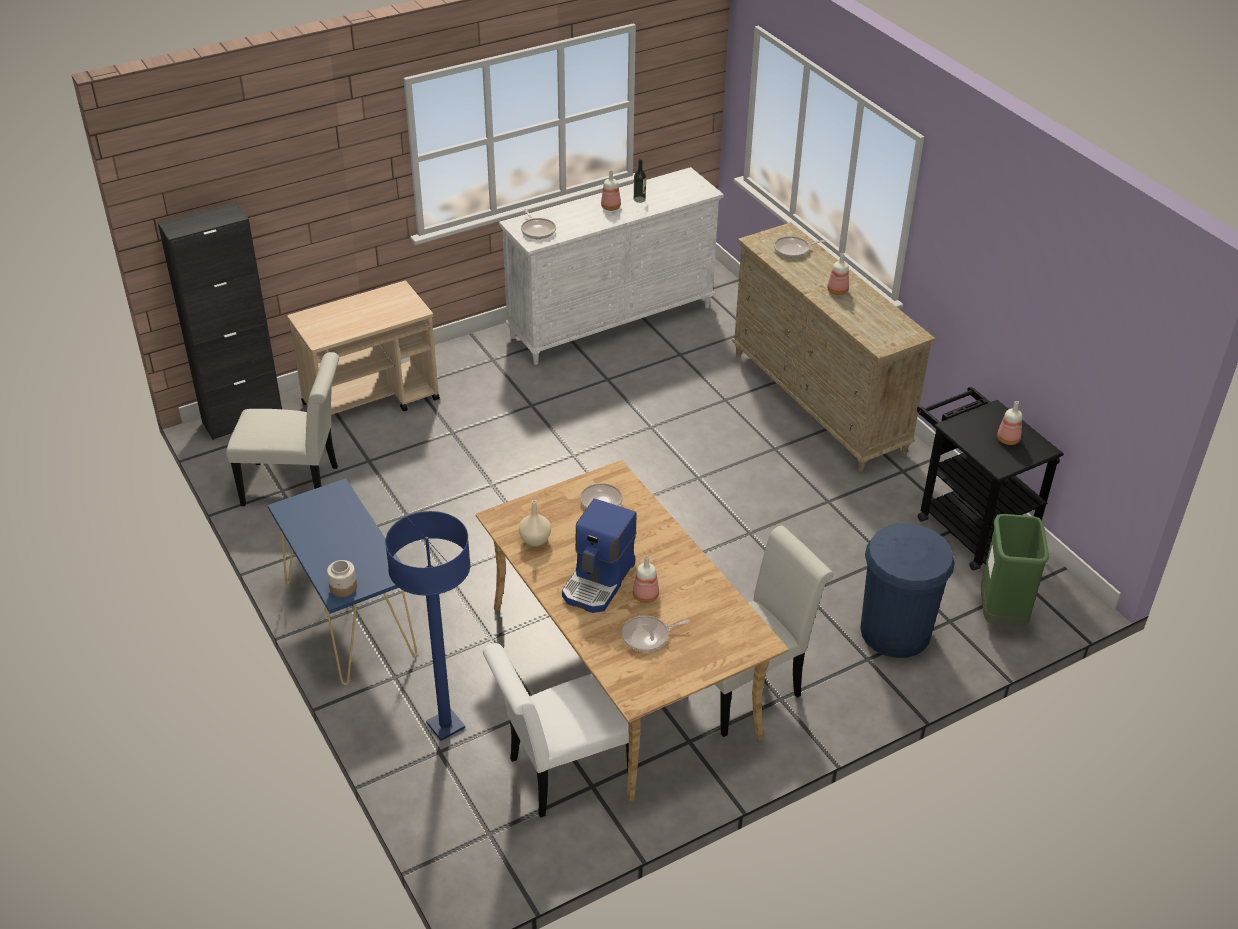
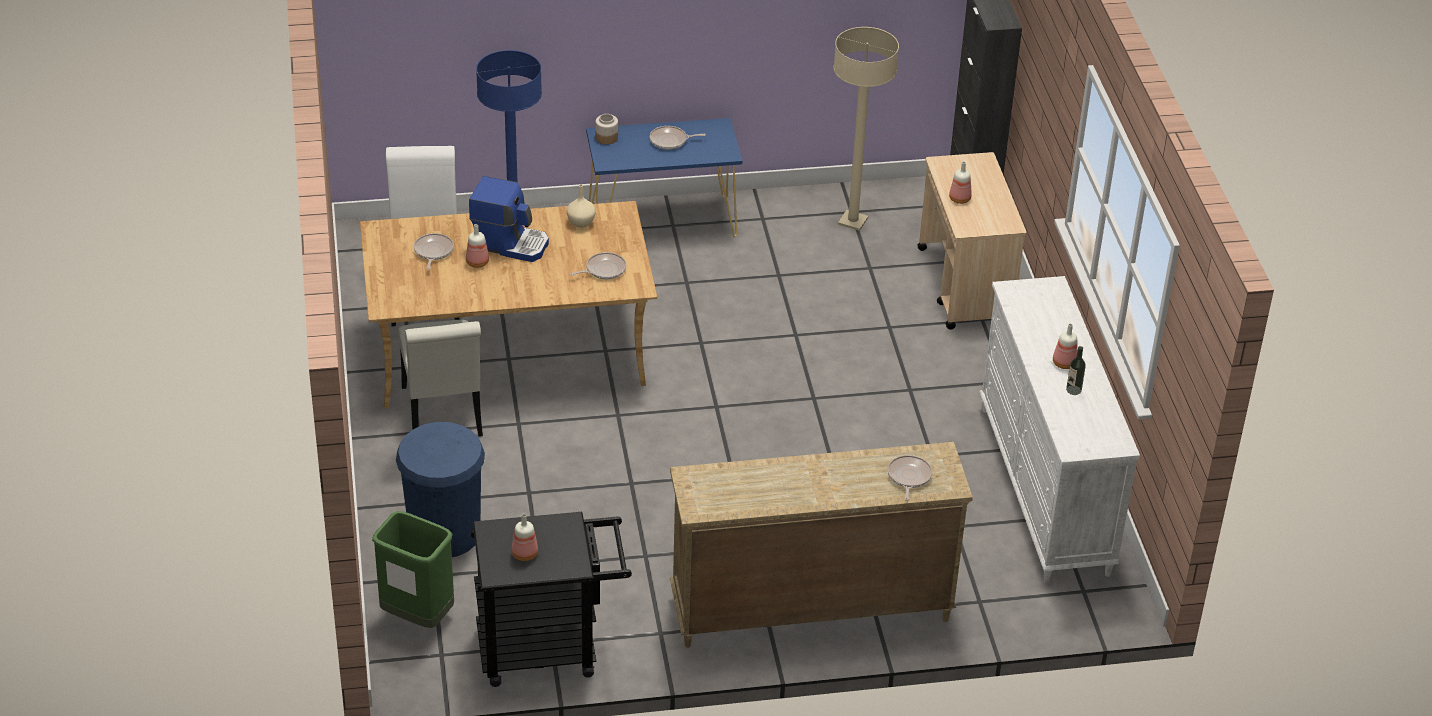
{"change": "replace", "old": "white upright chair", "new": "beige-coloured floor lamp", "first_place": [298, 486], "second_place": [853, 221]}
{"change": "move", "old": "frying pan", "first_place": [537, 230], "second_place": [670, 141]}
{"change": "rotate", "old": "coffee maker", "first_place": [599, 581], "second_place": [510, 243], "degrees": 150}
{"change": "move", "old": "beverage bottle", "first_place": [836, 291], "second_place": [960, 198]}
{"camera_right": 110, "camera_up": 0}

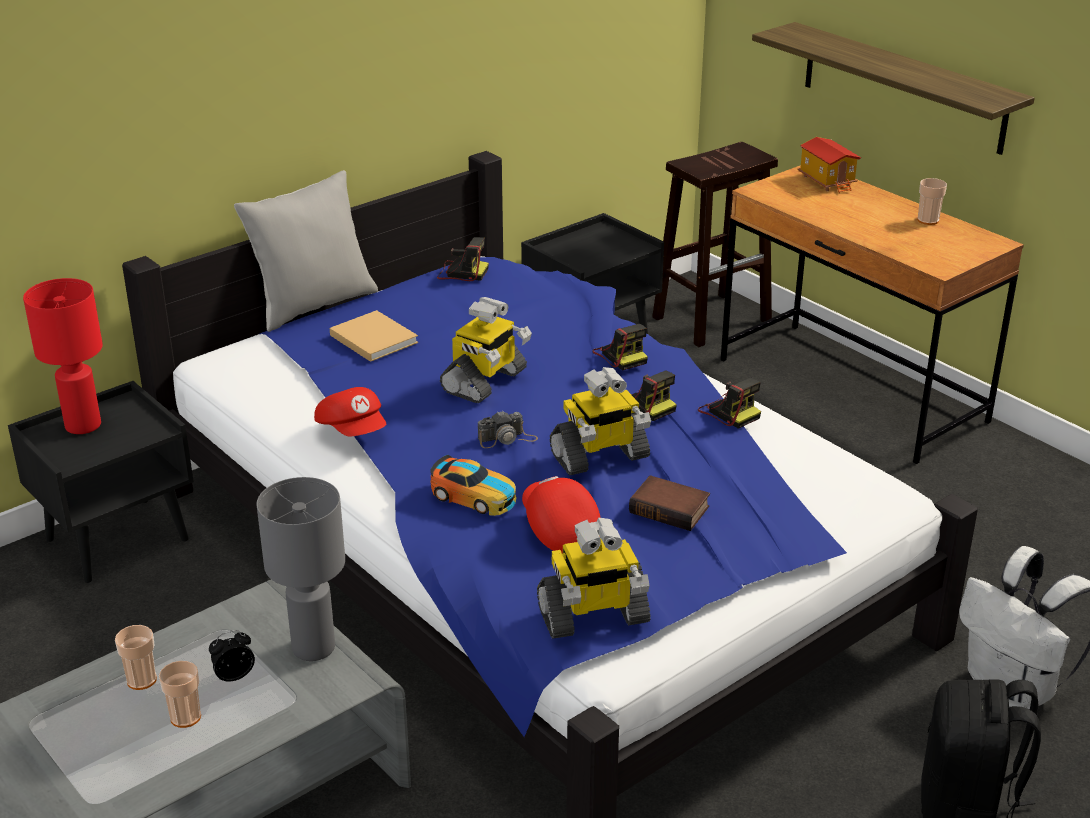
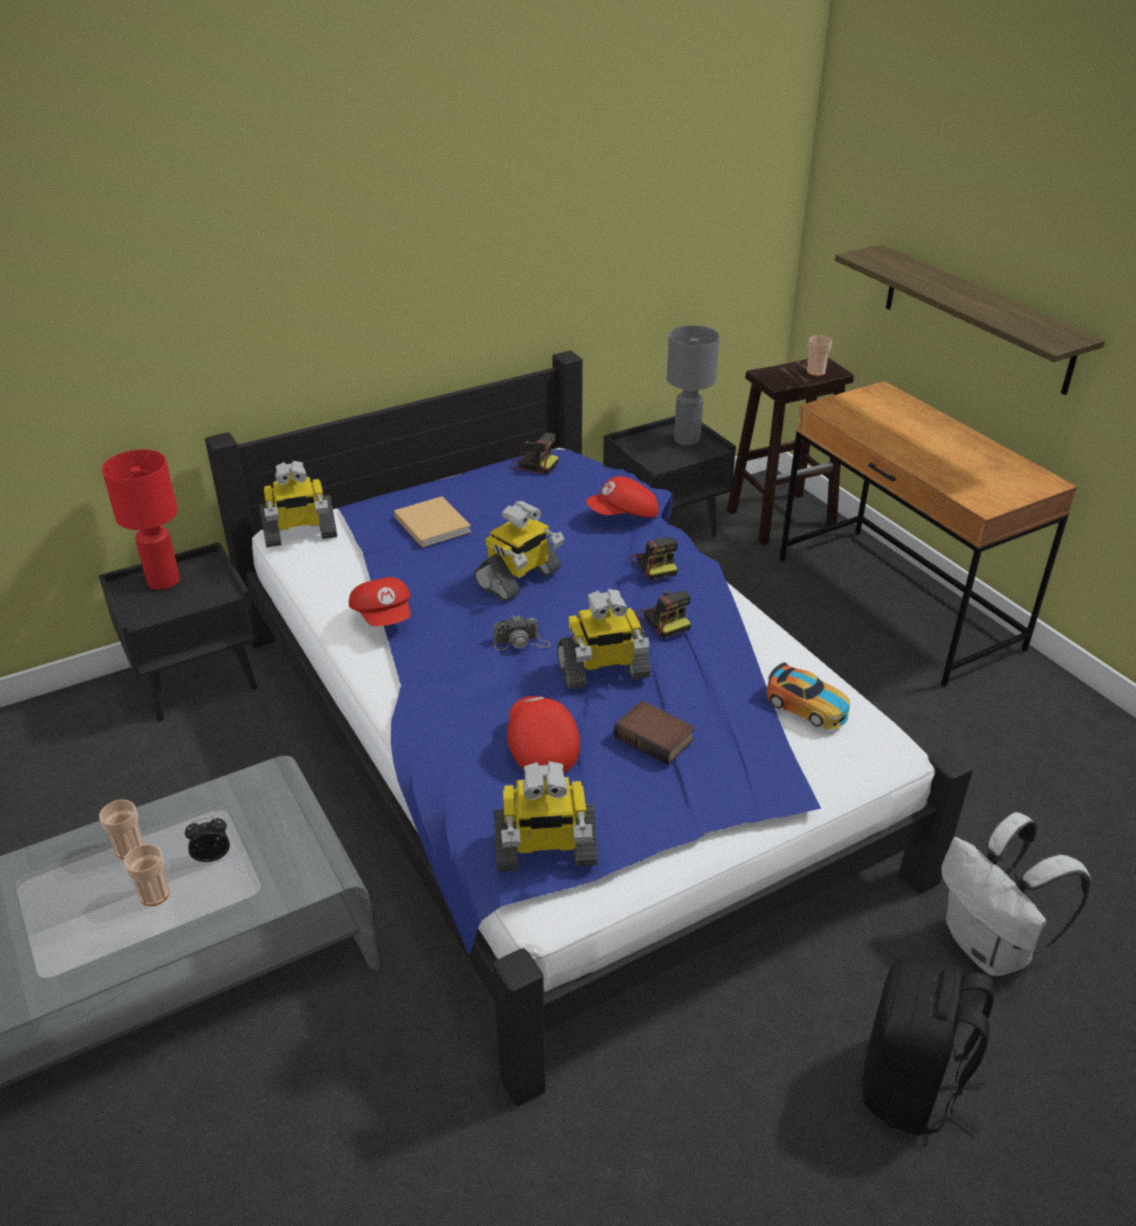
{"change": "delete", "old": "gray throw pillow", "first_place": [313, 305]}
{"change": "move", "old": "gray tabletop lamp", "first_place": [312, 648], "second_place": [686, 440]}
{"change": "move", "old": "model car", "first_place": [474, 496], "second_place": [807, 705]}
{"change": "delete", "old": "photo camera", "first_place": [729, 412]}
{"change": "delete", "old": "model house", "first_place": [827, 181]}
{"change": "move", "old": "small cup", "first_place": [928, 220], "second_place": [816, 372]}
{"change": "insert", "new": "toy robot", "second_place": [300, 534]}
{"change": "insert", "new": "red peaked cap", "second_place": [624, 515]}
{"camera_right": 10, "camera_up": 5}

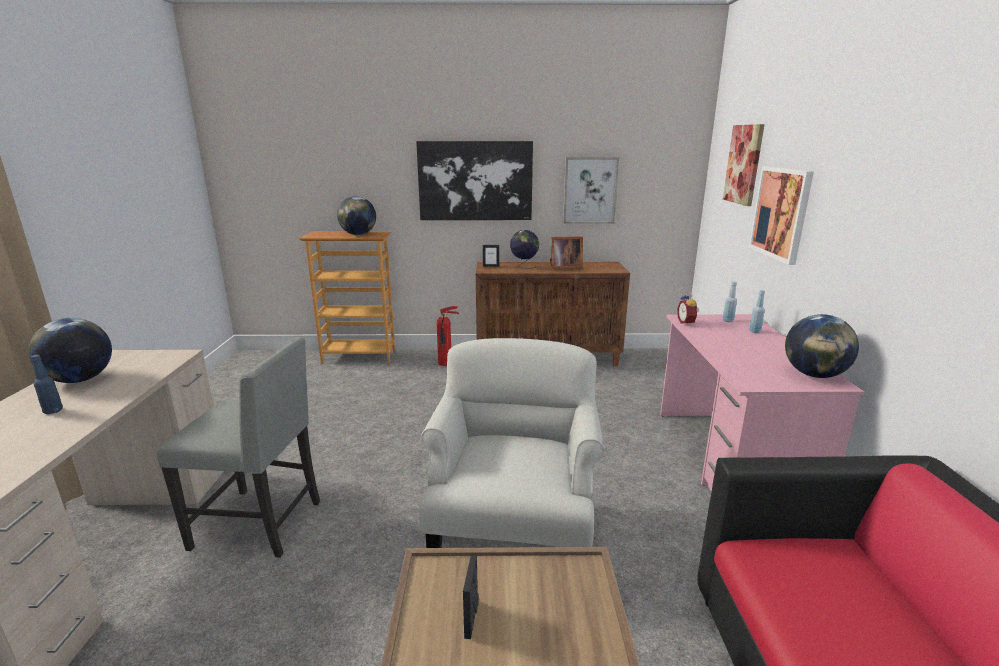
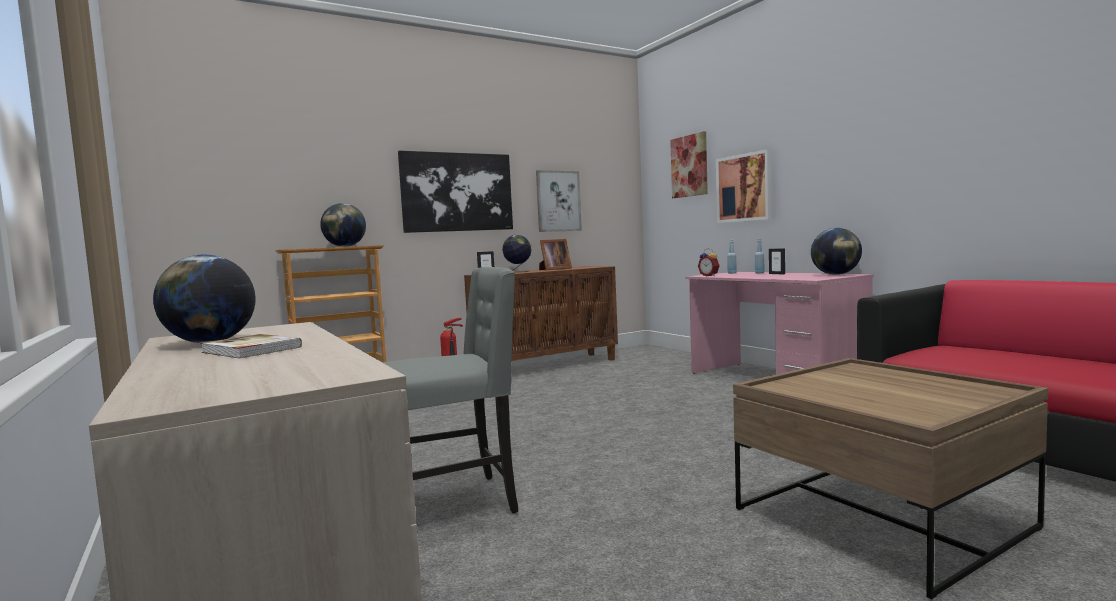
{"change": "replace", "old": "bluish beverage bottle", "new": "bound book", "first_place": [53, 411], "second_place": [250, 350]}
{"change": "delete", "old": "white armchair", "first_place": [513, 531]}
{"change": "move", "old": "picture frame", "first_place": [471, 619], "second_place": [777, 274]}
{"camera_right": -30, "camera_up": -15}

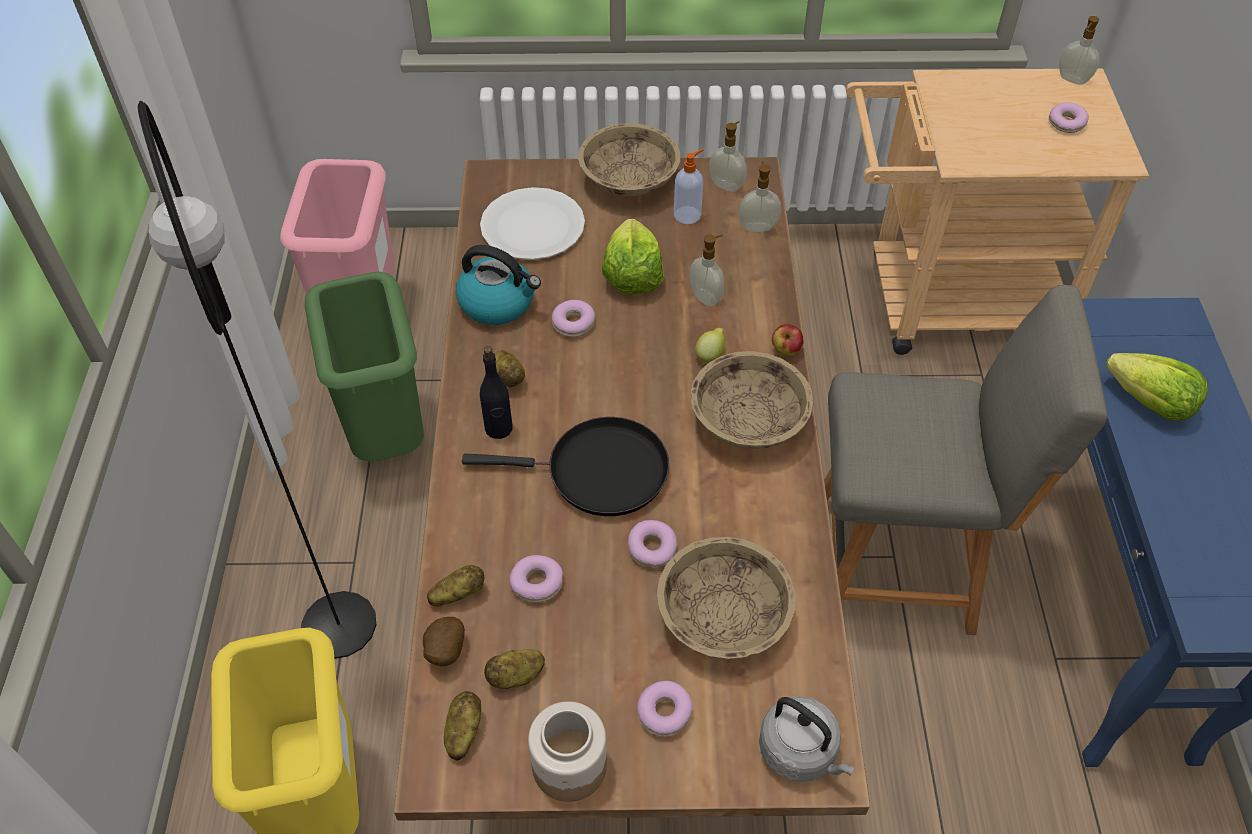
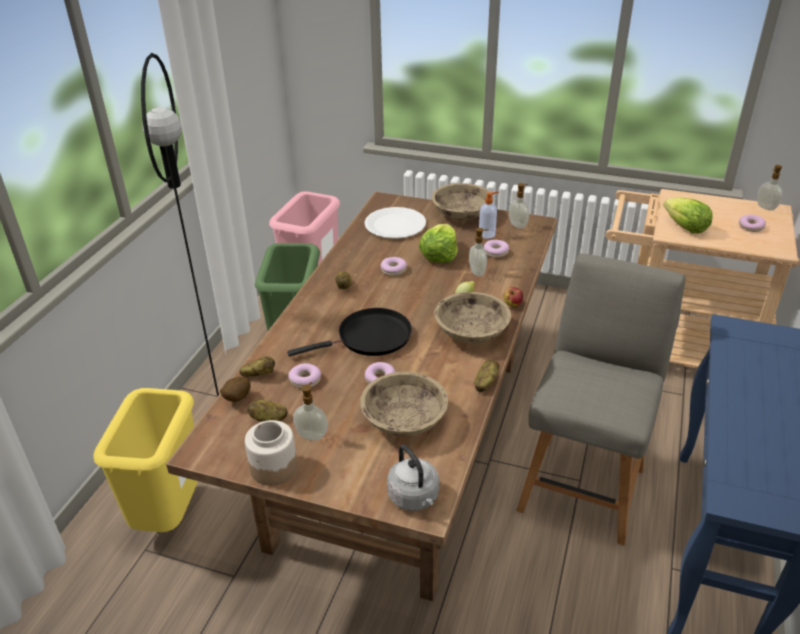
{"change": "move", "old": "whole potato", "first_place": [463, 732], "second_place": [485, 383]}
{"change": "delete", "old": "kettle", "first_place": [498, 303]}
{"change": "rotate", "old": "black frying pan", "first_place": [599, 472], "second_place": [369, 338], "degrees": -45}
{"change": "delete", "old": "black beverage bottle", "first_place": [498, 429]}
{"change": "move", "old": "donut", "first_place": [664, 712], "second_place": [496, 252]}
{"change": "move", "old": "liquid soap bottle", "first_place": [757, 226], "second_place": [312, 435]}
{"change": "rotate", "old": "gray upright chair", "first_place": [901, 563], "second_place": [583, 485], "degrees": -90}
{"change": "move", "old": "lettuce head", "first_place": [1150, 403], "second_place": [685, 228]}
{"camera_right": 20, "camera_up": -15}

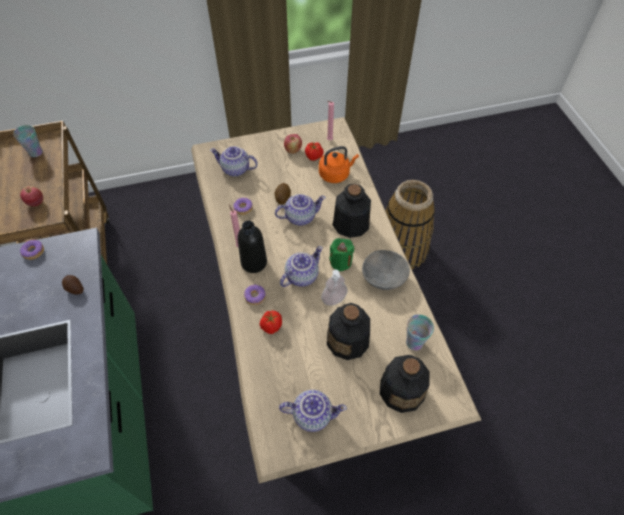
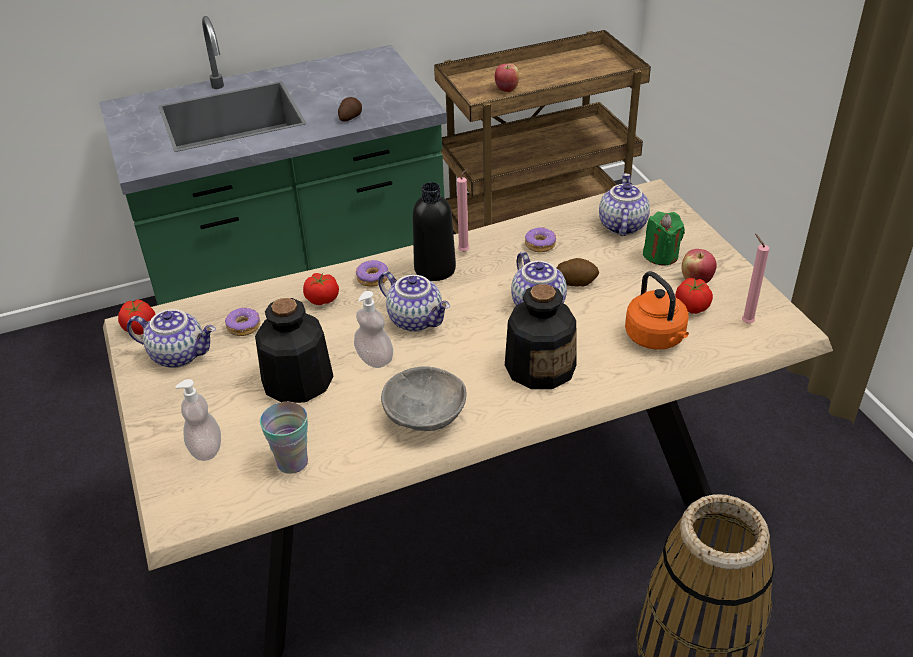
{"change": "delete", "old": "small cup", "first_place": [36, 152]}
{"change": "move", "old": "donut", "first_place": [33, 252], "second_place": [243, 326]}
{"change": "rotate", "old": "pot for tea", "first_place": [312, 414], "second_place": [179, 354], "degrees": -75}
{"change": "move", "old": "green candle", "first_place": [340, 262], "second_place": [661, 255]}
{"change": "replace", "old": "beverage bottle", "new": "liquid soap bottle", "first_place": [402, 390], "second_place": [206, 449]}
{"change": "insert", "new": "whole tomato", "second_place": [140, 329]}
{"camera_right": 85, "camera_up": -15}

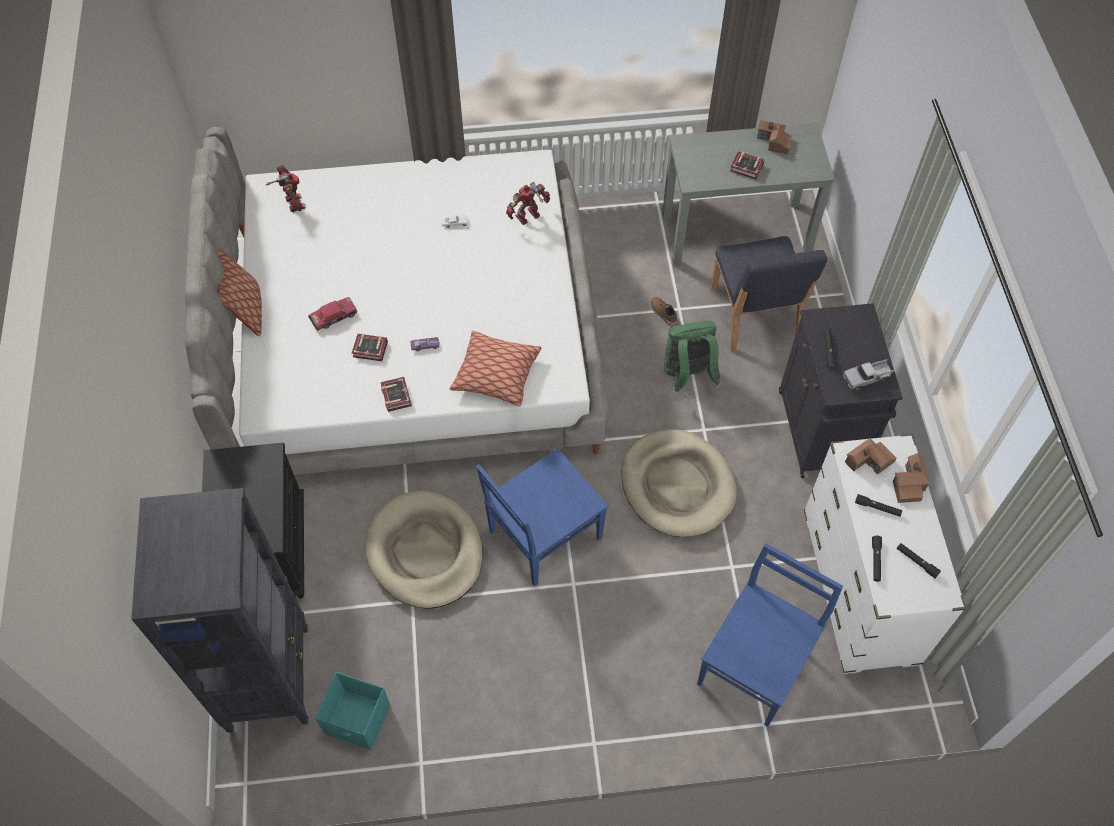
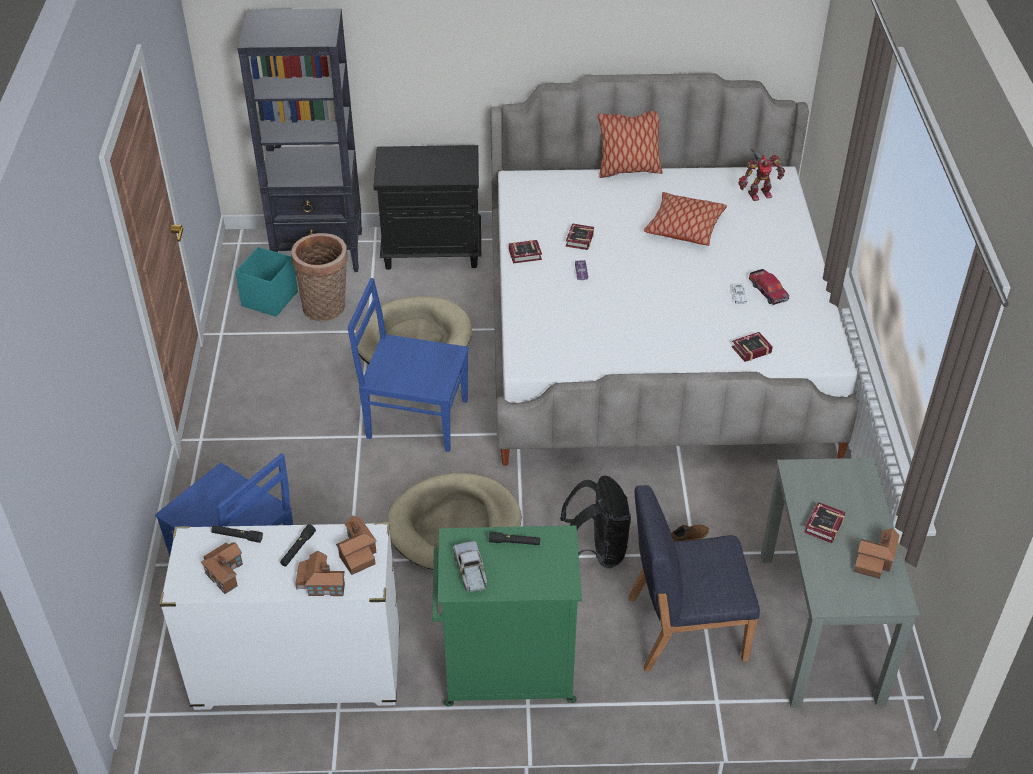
{"change": "move", "old": "model car", "first_place": [333, 316], "second_place": [768, 291]}
{"change": "move", "old": "throw pillow", "first_place": [496, 374], "second_place": [684, 227]}
{"change": "rotate", "old": "bluish upright chair", "first_place": [543, 536], "second_place": [414, 418], "degrees": -45}
{"change": "replace", "old": "toy robot", "new": "bound book", "first_place": [528, 217], "second_place": [749, 349]}
{"change": "recolor", "old": "green backpack", "new": "black backpack", "first_place": [687, 375], "second_place": [597, 551]}
{"change": "recolor", "old": "black cabinet", "new": "green cabinet", "first_place": [822, 432], "second_place": [506, 670]}
{"change": "replace", "old": "black flashlight", "new": "model house", "first_place": [916, 562], "second_place": [225, 571]}
{"change": "insert", "new": "storage basket", "second_place": [326, 309]}
{"camera_right": 95, "camera_up": -15}

